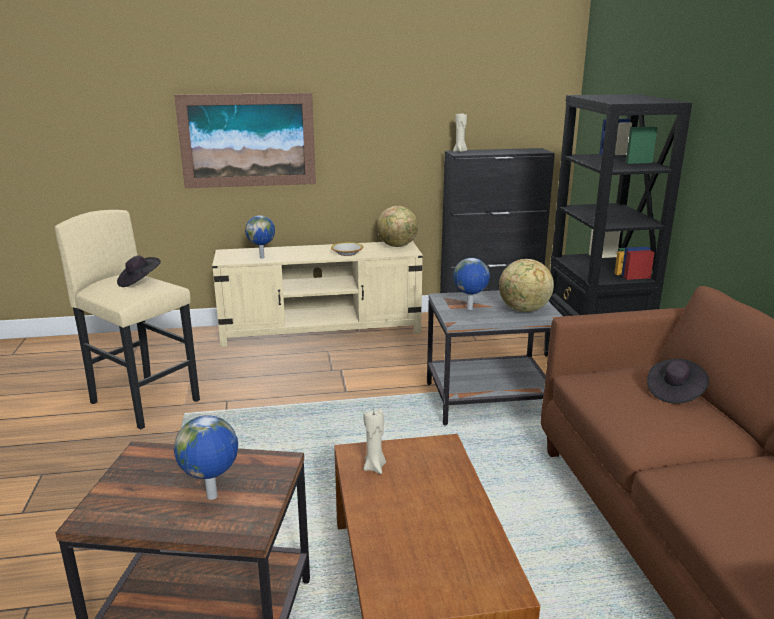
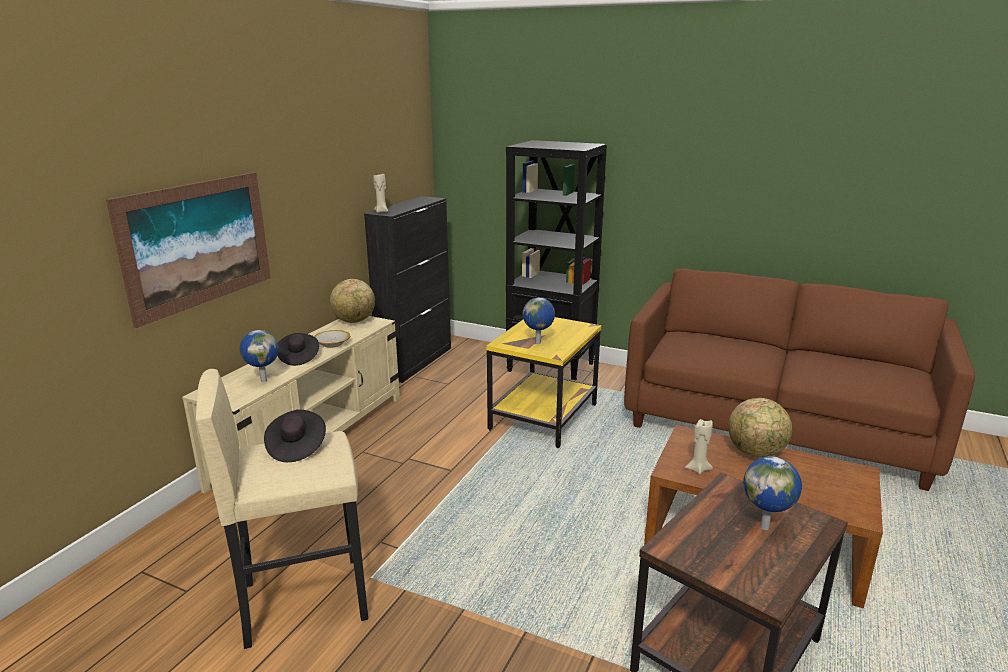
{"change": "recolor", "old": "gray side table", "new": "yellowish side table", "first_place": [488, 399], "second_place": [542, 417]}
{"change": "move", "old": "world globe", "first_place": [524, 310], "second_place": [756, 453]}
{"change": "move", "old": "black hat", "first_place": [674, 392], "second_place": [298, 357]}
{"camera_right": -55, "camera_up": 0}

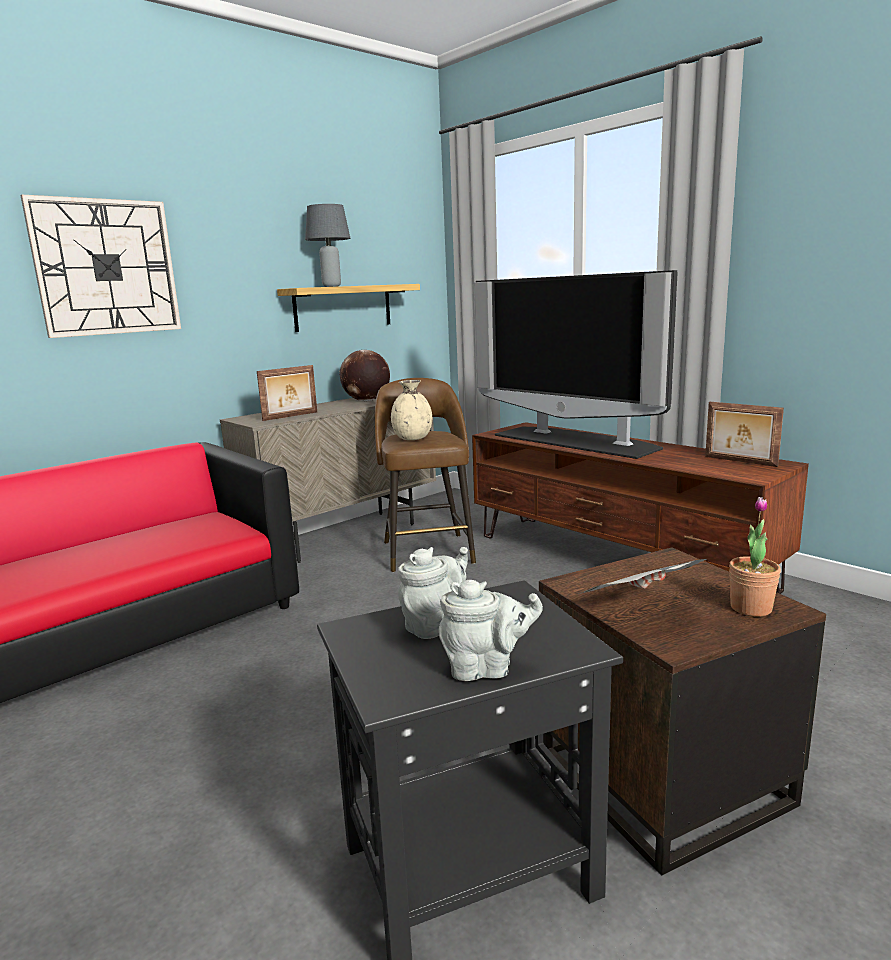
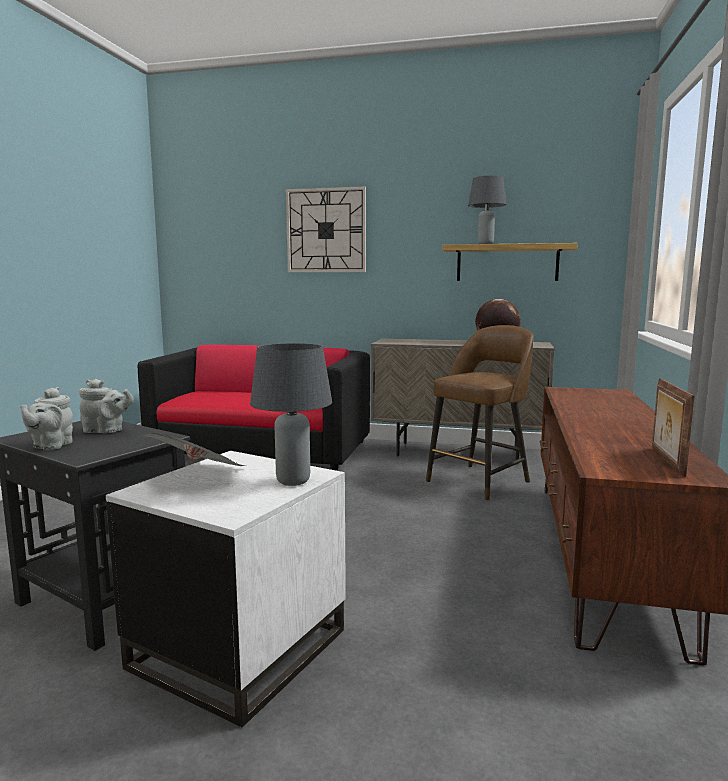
{"change": "delete", "old": "picture frame", "first_place": [291, 416]}
{"change": "delete", "old": "beige-coloured decorative vase", "first_place": [413, 438]}
{"change": "rotate", "old": "gray pot for tea", "first_place": [486, 668], "second_place": [50, 446], "degrees": 45}
{"change": "delete", "old": "TV", "first_place": [576, 441]}
{"change": "recolor", "old": "brown-coloured side table", "new": "white side table", "first_place": [660, 778], "second_place": [237, 648]}
{"change": "delete", "old": "plant in a pot", "first_place": [751, 608]}
{"change": "insert", "new": "gray tabletop lamp", "second_place": [292, 481]}
{"camera_right": 55, "camera_up": -5}

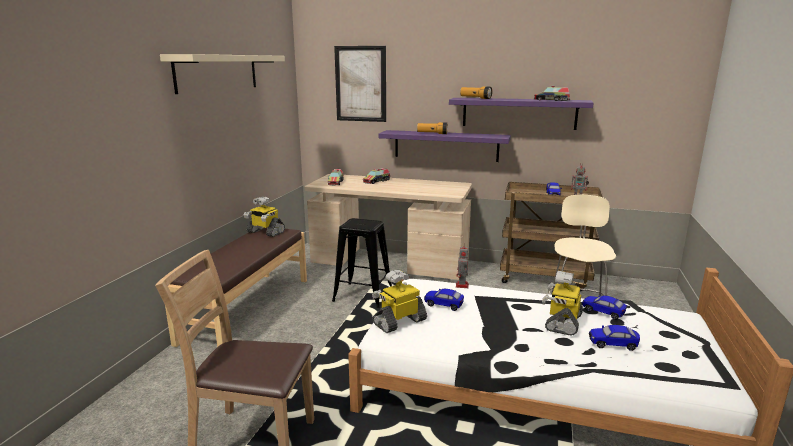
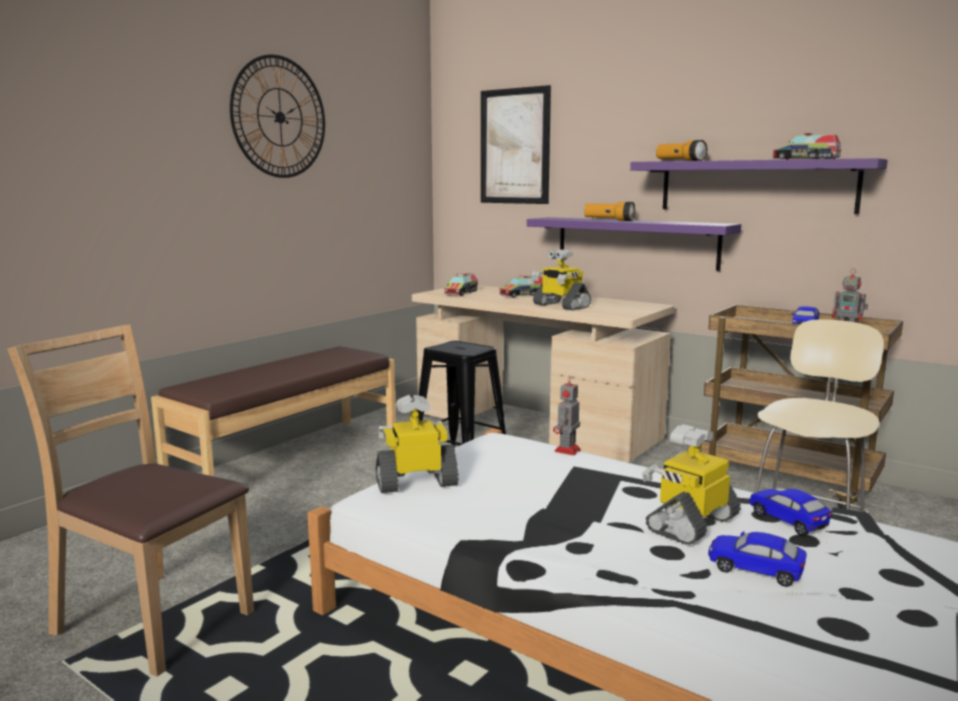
{"change": "replace", "old": "beige-coloured bracket shelf", "new": "wall clock", "first_place": [218, 72], "second_place": [279, 117]}
{"change": "move", "old": "toy robot", "first_place": [265, 232], "second_place": [560, 306]}
{"change": "delete", "old": "model car", "first_place": [443, 305]}
{"camera_right": 20, "camera_up": -5}

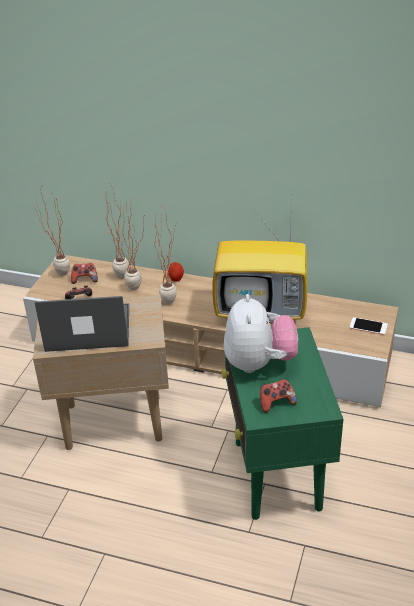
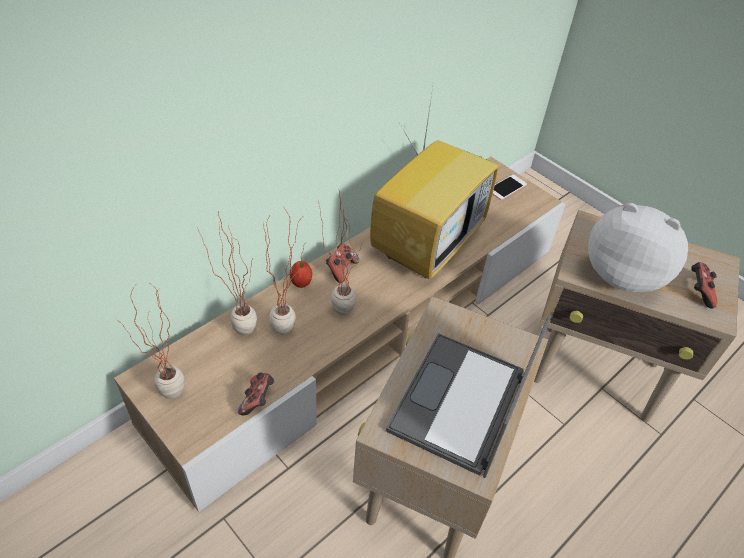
{"change": "move", "old": "joypad", "first_place": [85, 279], "second_place": [341, 269]}
{"change": "recolor", "old": "green side table", "new": "beige-coloured side table", "first_place": [277, 476], "second_place": [596, 373]}
{"camera_right": -65, "camera_up": 10}

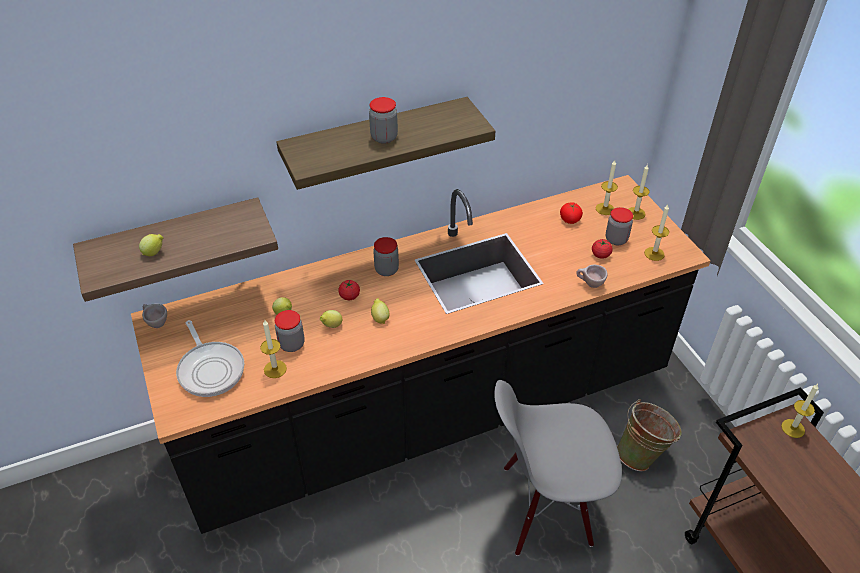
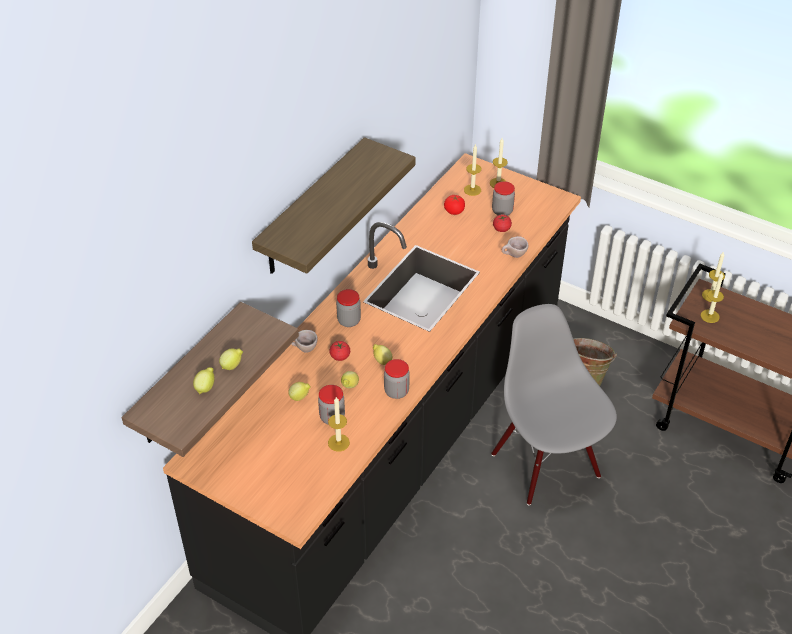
{"change": "move", "old": "beige-coloured small cup", "first_place": [156, 323], "second_place": [303, 349]}
{"change": "delete", "old": "frying pan", "first_place": [210, 369]}
{"change": "move", "old": "jar", "first_place": [384, 137], "second_place": [396, 391]}
{"change": "rotate", "old": "gray upright chair", "first_place": [545, 507], "second_place": [546, 464], "degrees": 105}
{"change": "move", "old": "candle", "first_place": [654, 254], "second_place": [710, 316]}
{"change": "insert", "new": "citrus fruit", "second_place": [232, 366]}
{"camera_right": -35, "camera_up": 0}

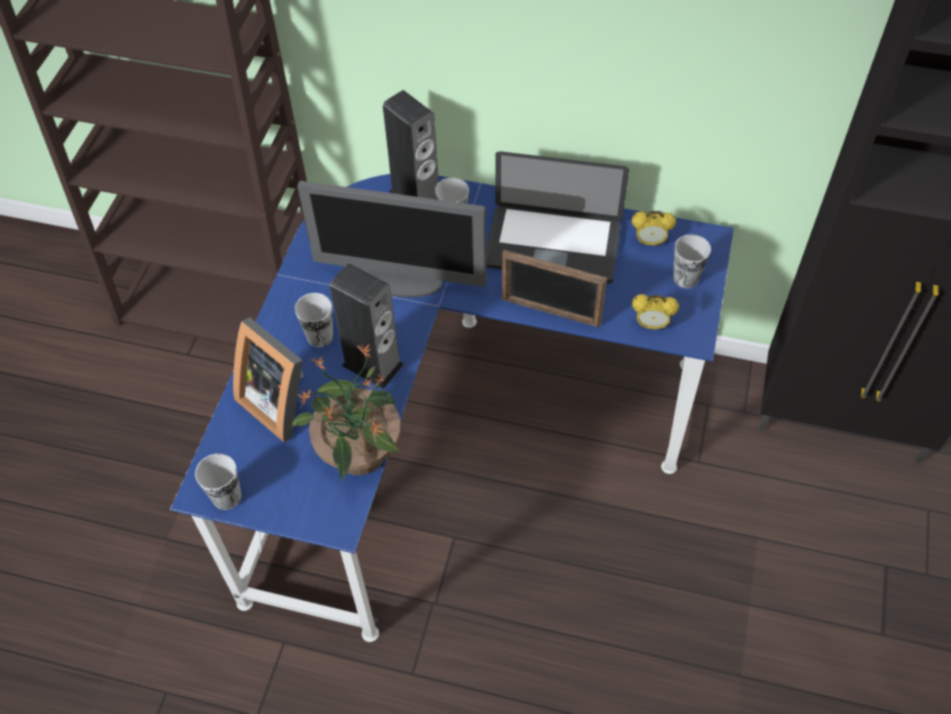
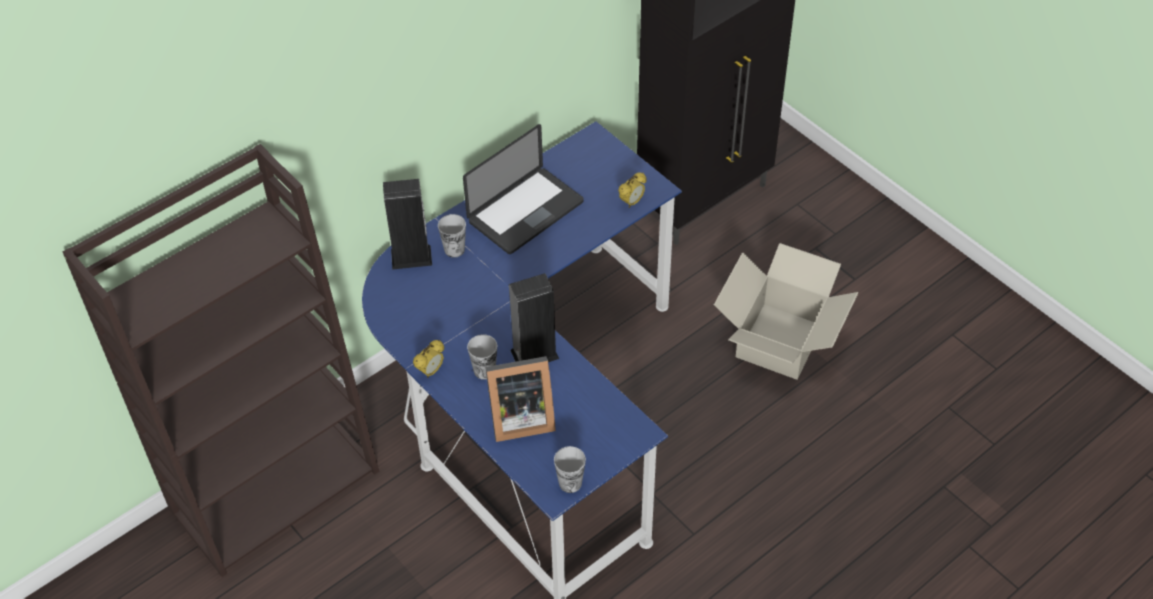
{"change": "delete", "old": "plant in a pot", "first_place": [359, 454]}
{"change": "delete", "old": "monitor", "first_place": [400, 280]}
{"change": "delete", "old": "picture frame", "first_place": [550, 312]}
{"change": "move", "old": "table clock", "first_place": [650, 242], "second_place": [431, 371]}
{"change": "delete", "old": "small cup", "first_place": [685, 278]}
{"change": "insert", "new": "packing box", "second_place": [780, 341]}
{"camera_right": -55, "camera_up": -5}

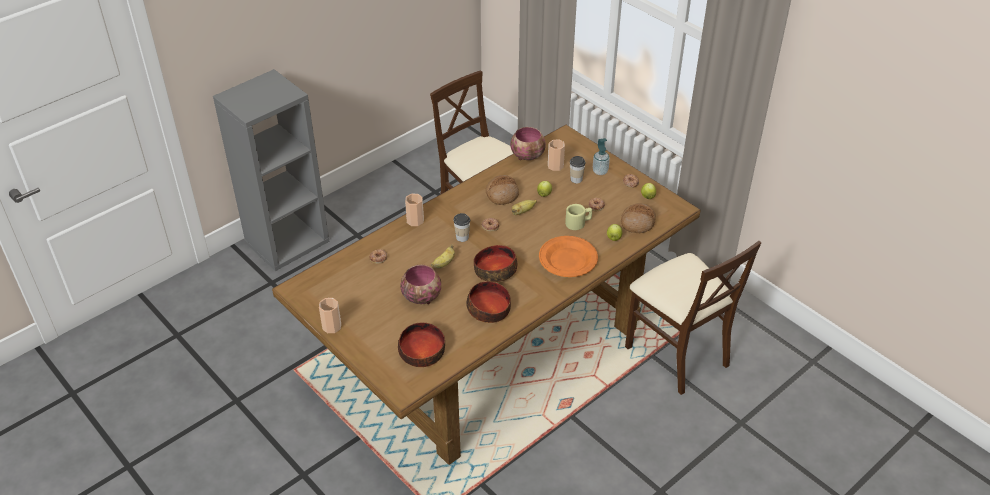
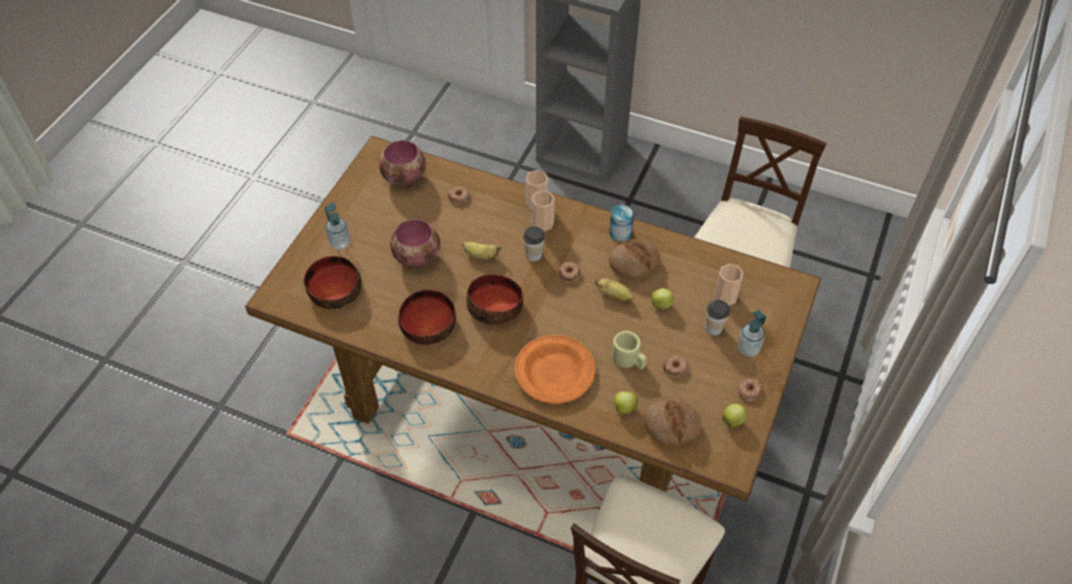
{"change": "move", "old": "small cup", "first_place": [331, 326], "second_place": [542, 223]}
{"change": "move", "old": "serving bowl", "first_place": [528, 156], "second_place": [405, 178]}
{"change": "insert", "new": "liquid soap bottle", "second_place": [340, 243]}
{"change": "insert", "new": "can", "second_place": [620, 232]}
{"camera_right": 65, "camera_up": 10}

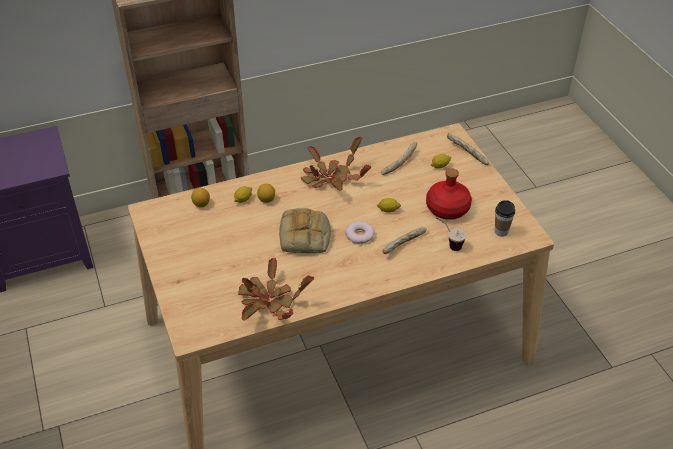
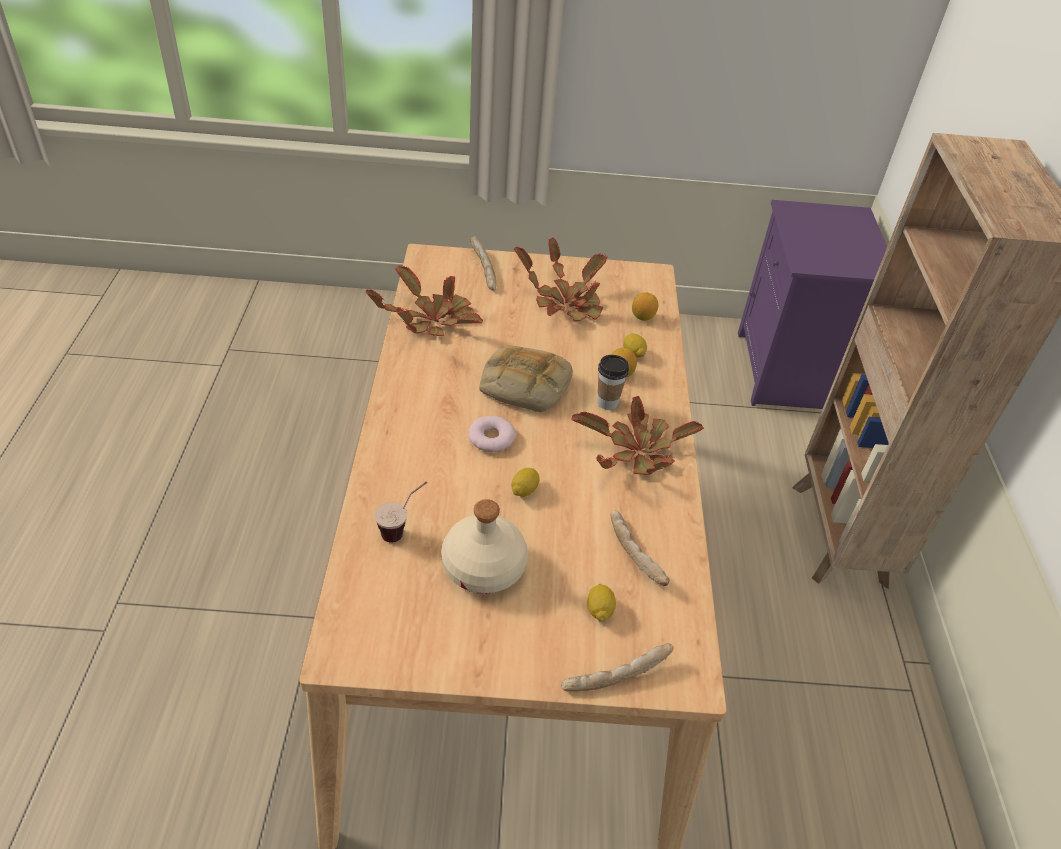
{"change": "move", "old": "bread", "first_place": [404, 245], "second_place": [482, 270]}
{"change": "recolor", "old": "red beverage bottle", "new": "beige-coloured beverage bottle", "first_place": [448, 208], "second_place": [483, 568]}
{"change": "move", "old": "small cup", "first_place": [501, 231], "second_place": [607, 402]}
{"change": "insert", "new": "plant in a pot", "second_place": [565, 302]}
{"camera_right": 110, "camera_up": 0}

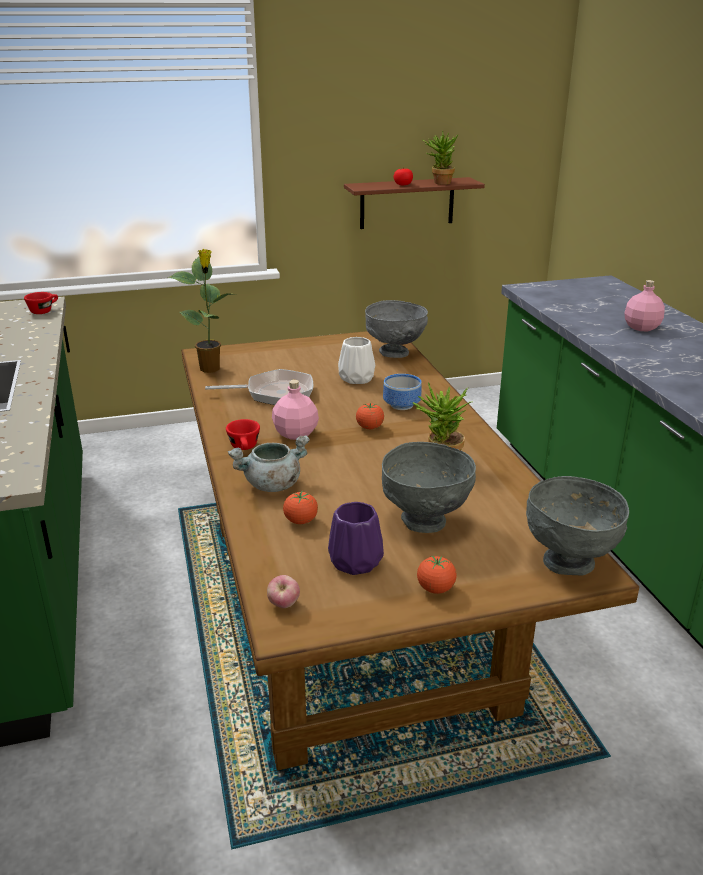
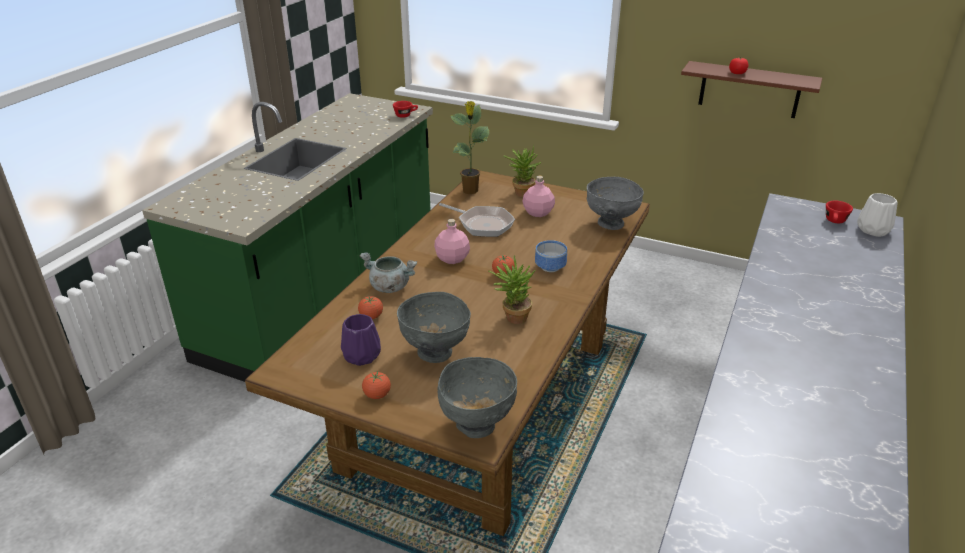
{"change": "move", "old": "red small cup", "first_place": [245, 448], "second_place": [835, 222]}
{"change": "delete", "old": "apple fruit", "first_place": [284, 605]}
{"change": "move", "old": "white decorative vase", "first_place": [357, 378], "second_place": [874, 230]}
{"change": "move", "old": "plant in a pot", "first_place": [439, 182], "second_place": [521, 192]}
{"change": "move", "old": "pinkish beverage bottle", "first_place": [642, 327], "second_place": [538, 213]}
{"camera_right": 40, "camera_up": 5}

